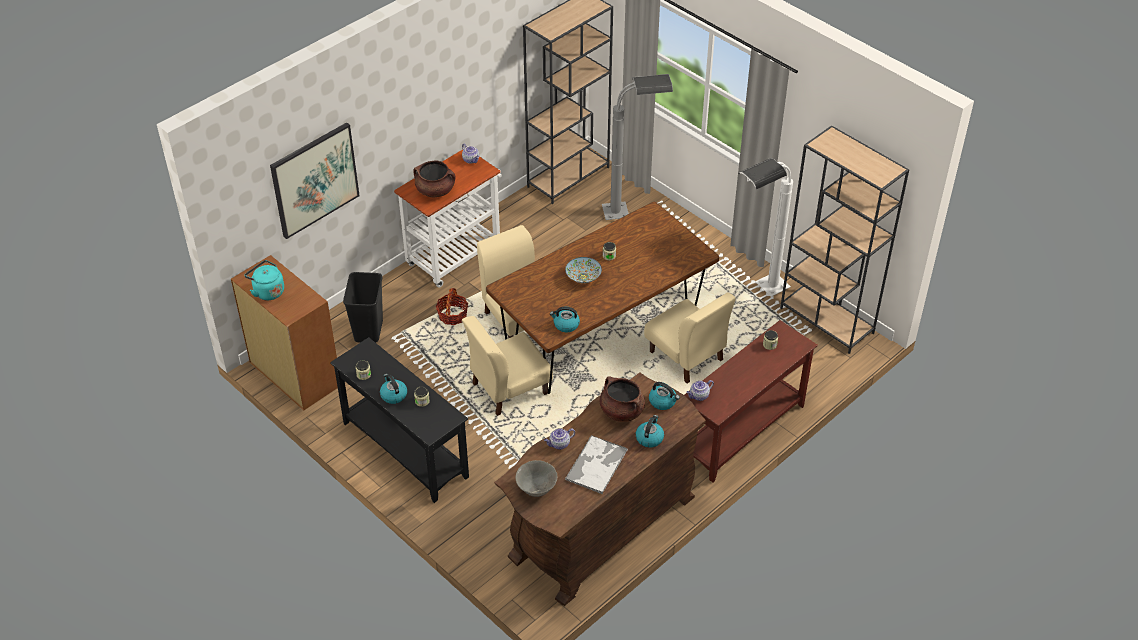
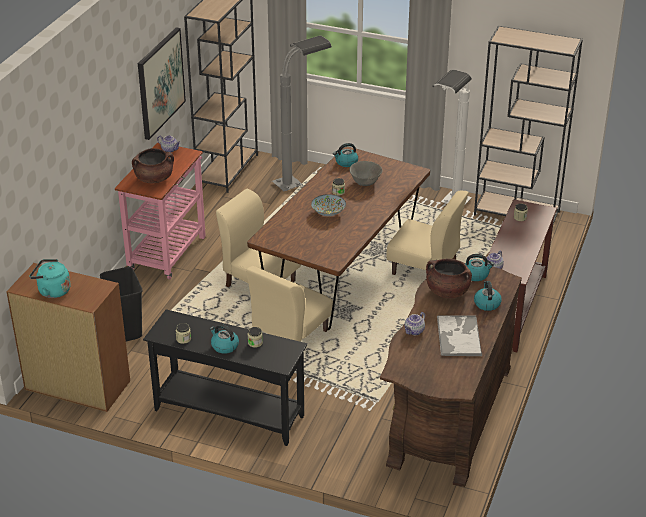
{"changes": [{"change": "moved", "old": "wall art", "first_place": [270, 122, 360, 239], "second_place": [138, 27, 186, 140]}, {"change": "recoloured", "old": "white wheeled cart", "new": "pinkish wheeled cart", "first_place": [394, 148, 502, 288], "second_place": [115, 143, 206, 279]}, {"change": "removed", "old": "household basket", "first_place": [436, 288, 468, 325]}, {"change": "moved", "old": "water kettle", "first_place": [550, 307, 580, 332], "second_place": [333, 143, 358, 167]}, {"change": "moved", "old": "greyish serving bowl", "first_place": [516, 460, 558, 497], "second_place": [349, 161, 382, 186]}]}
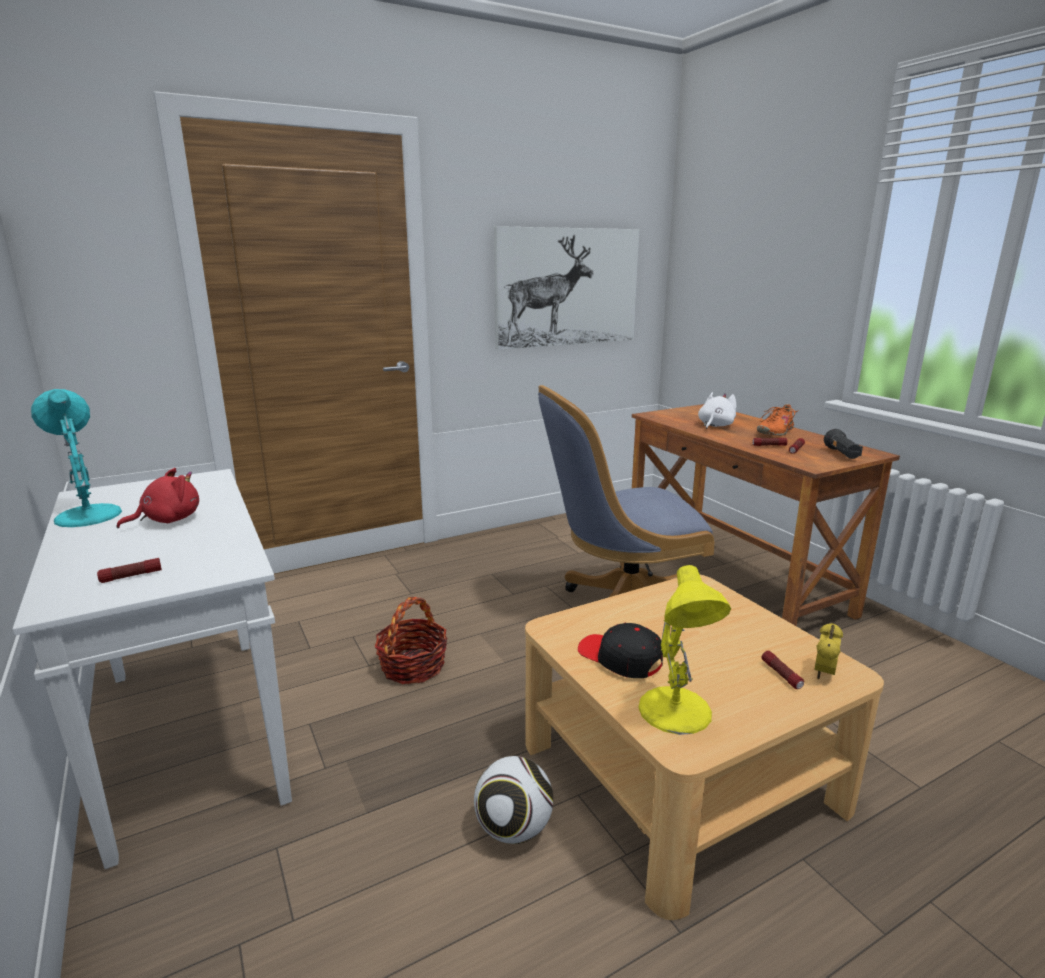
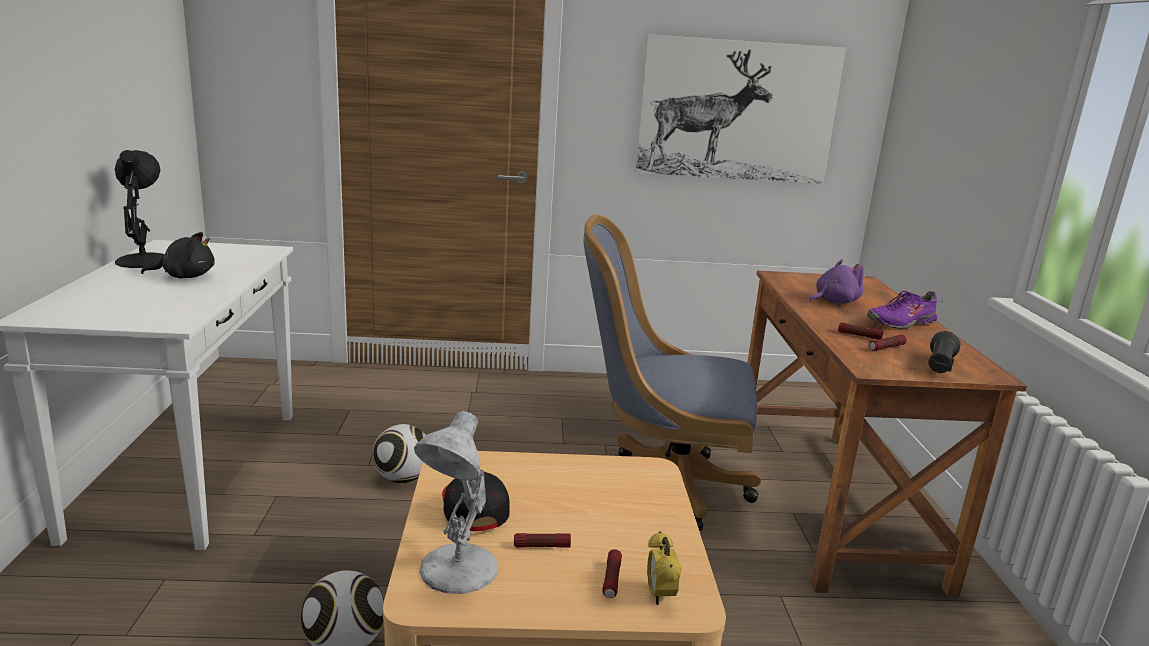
{"changes": [{"change": "recoloured", "old": "turquoise-coloured tabletop lamp", "new": "black-coloured tabletop lamp", "first_place": [31, 389, 122, 527], "second_place": [115, 150, 164, 268]}, {"change": "recoloured", "old": "white plush toy", "new": "purple plush toy", "first_place": [698, 392, 736, 429], "second_place": [809, 259, 864, 304]}, {"change": "recoloured", "old": "orange-coloured item of footwear", "new": "purple item of footwear", "first_place": [757, 404, 799, 436], "second_place": [867, 291, 941, 329]}, {"change": "recoloured", "old": "red plush toy", "new": "black-coloured plush toy", "first_place": [116, 468, 199, 528], "second_place": [141, 232, 215, 278]}, {"change": "moved", "old": "torch", "first_place": [97, 558, 162, 583], "second_place": [514, 533, 571, 547]}, {"change": "recoloured", "old": "yellow tabletop lamp", "new": "white tabletop lamp", "first_place": [638, 565, 731, 735], "second_place": [414, 411, 498, 594]}, {"change": "replaced", "old": "household basket", "new": "ball for football", "first_place": [375, 597, 448, 684], "second_place": [373, 424, 426, 483]}, {"change": "turned", "old": "table clock", "first_place": [814, 623, 843, 679], "second_place": [647, 532, 682, 605], "degrees": -60}]}
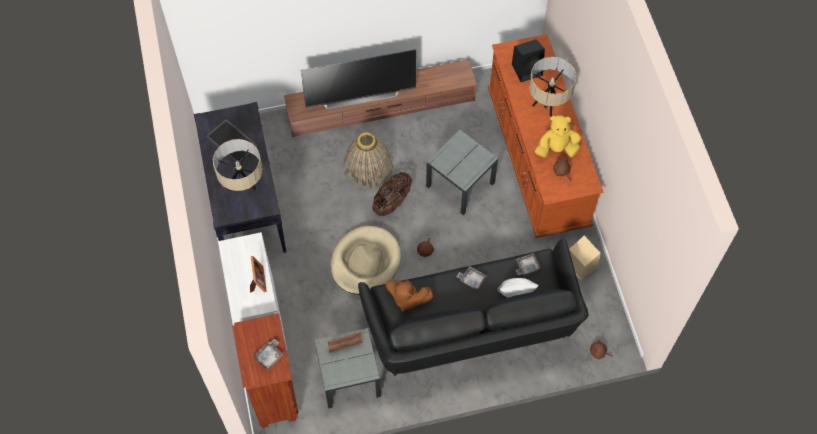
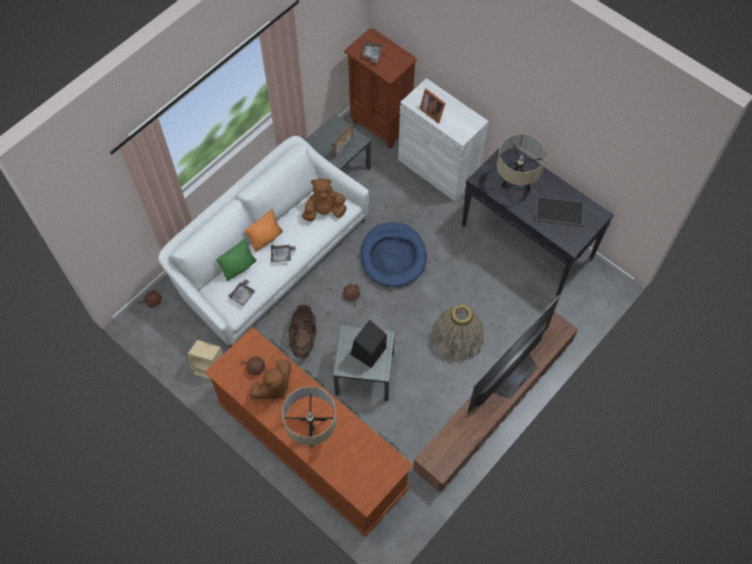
{"changes": [{"change": "moved", "old": "black-coloured loudspeaker", "first_place": [512, 39, 545, 82], "second_place": [350, 320, 387, 368]}, {"change": "recoloured", "old": "yellow plush toy", "new": "brownish plush toy", "first_place": [535, 115, 581, 157], "second_place": [250, 359, 291, 399]}, {"change": "moved", "old": "household basket", "first_place": [372, 172, 412, 216], "second_place": [288, 305, 316, 358]}, {"change": "recoloured", "old": "sand-coloured dog cushion", "new": "bluish dog cushion", "first_place": [330, 226, 401, 295], "second_place": [361, 223, 427, 288]}, {"change": "recoloured", "old": "black-coloured settee", "new": "white settee", "first_place": [358, 239, 589, 376], "second_place": [158, 136, 369, 348]}, {"change": "recoloured", "old": "white pillow", "new": "green-coloured pillow", "first_place": [497, 278, 539, 297], "second_place": [216, 238, 257, 281]}, {"change": "added", "new": "orange-coloured pillow", "second_place": [244, 208, 283, 252]}]}
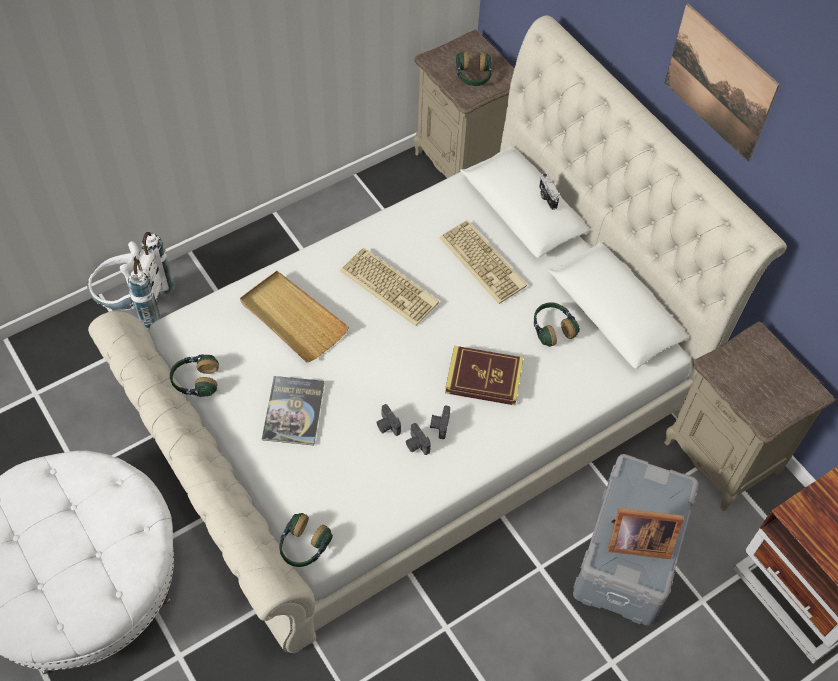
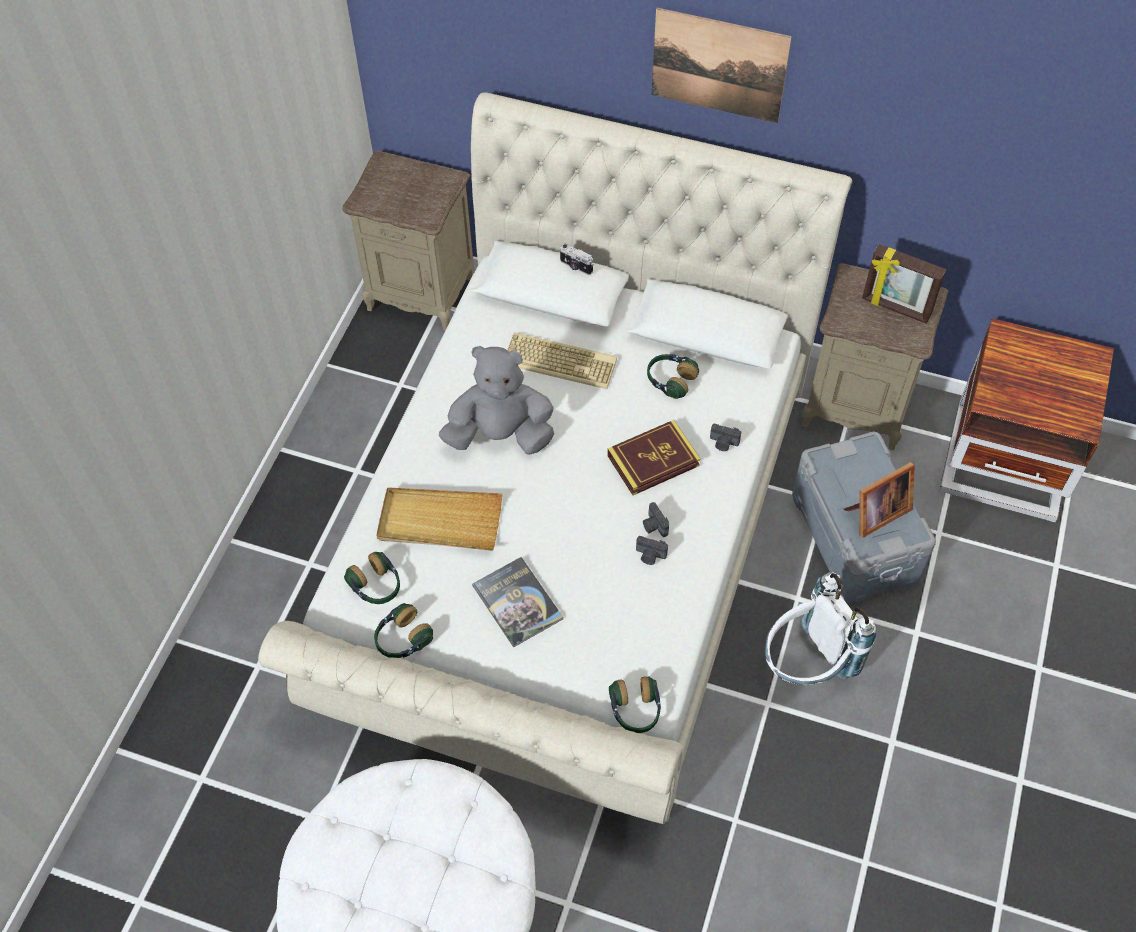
{"changes": [{"change": "moved", "old": "headset", "first_place": [456, 51, 492, 86], "second_place": [344, 552, 400, 604]}, {"change": "moved", "old": "white knapsack", "first_place": [87, 232, 175, 330], "second_place": [765, 572, 876, 685]}, {"change": "replaced", "old": "keyboard", "new": "greyish plush toy", "first_place": [340, 248, 439, 326], "second_place": [439, 346, 554, 455]}, {"change": "moved", "old": "photo camera", "first_place": [377, 404, 401, 436], "second_place": [710, 424, 741, 451]}, {"change": "added", "new": "standing frame", "second_place": [862, 244, 946, 324]}]}
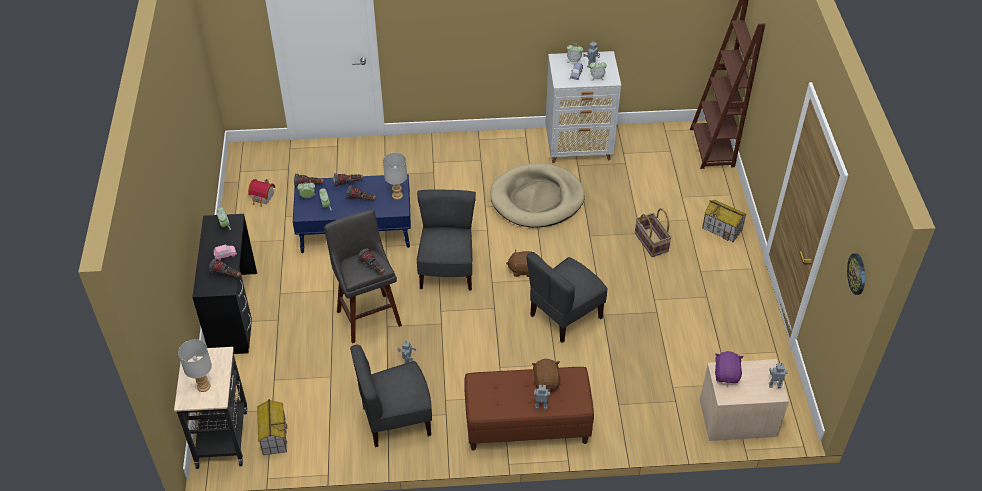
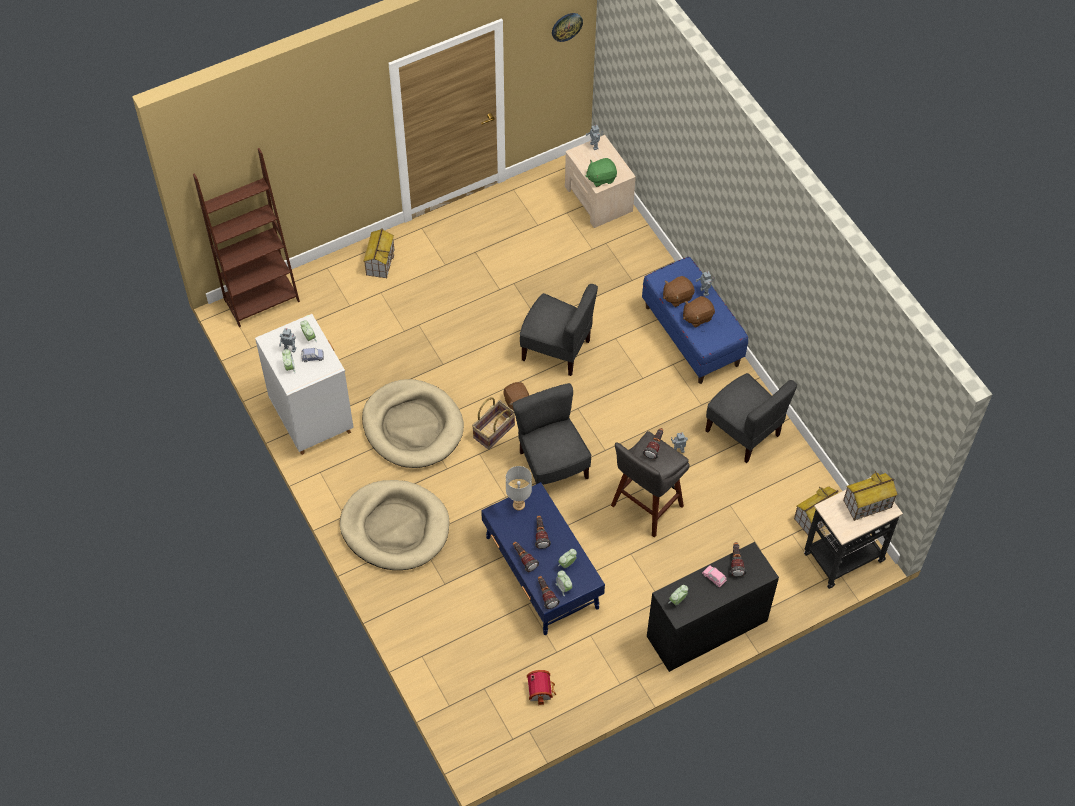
{"changes": [{"change": "turned", "old": "greyish plain chair", "first_place": [417, 190, 476, 291], "second_place": [512, 383, 591, 485], "degrees": 90}, {"change": "moved", "old": "household basket", "first_place": [635, 208, 672, 257], "second_place": [472, 397, 515, 450]}, {"change": "replaced", "old": "greyish tabletop lamp", "new": "toy house", "first_place": [178, 339, 212, 392], "second_place": [843, 471, 898, 521]}, {"change": "recoloured", "old": "purple plush toy", "new": "green-coloured plush toy", "first_place": [715, 351, 744, 383], "second_place": [585, 158, 617, 187]}, {"change": "recoloured", "old": "brownish indoor bench", "new": "bluish indoor bench", "first_place": [464, 367, 594, 451], "second_place": [642, 257, 748, 384]}, {"change": "added", "new": "brownish plush toy", "second_place": [683, 296, 715, 328]}, {"change": "added", "new": "sand-coloured dog cushion", "second_place": [340, 480, 449, 570]}]}
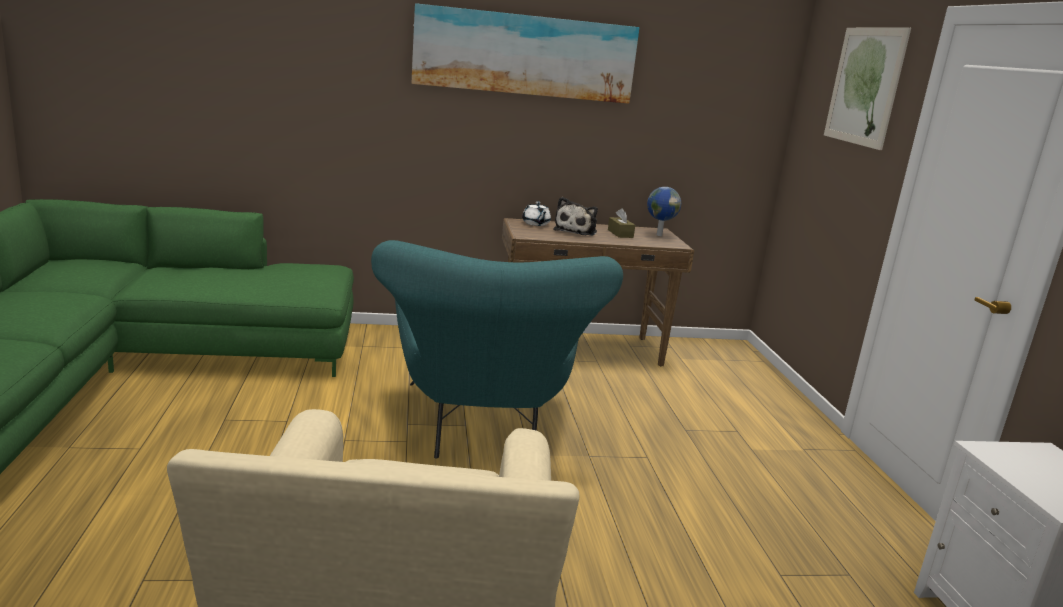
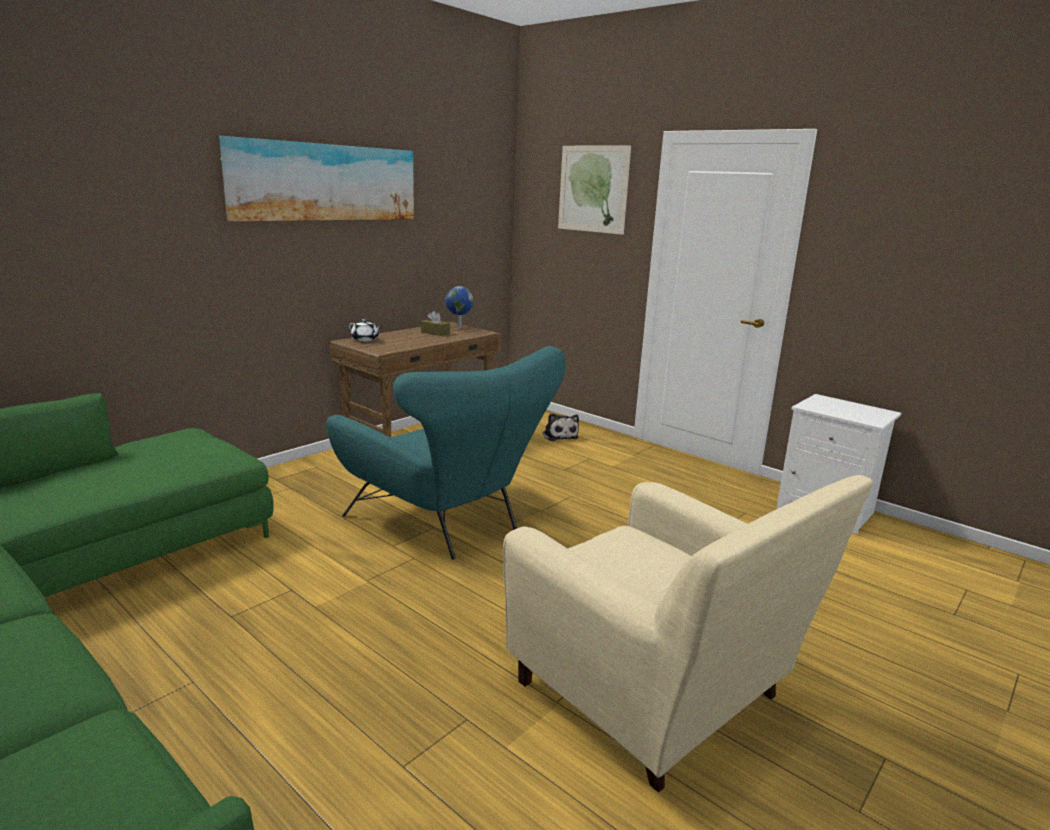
{"changes": [{"change": "moved", "old": "plush toy", "first_place": [553, 197, 598, 236], "second_place": [543, 413, 579, 441]}]}
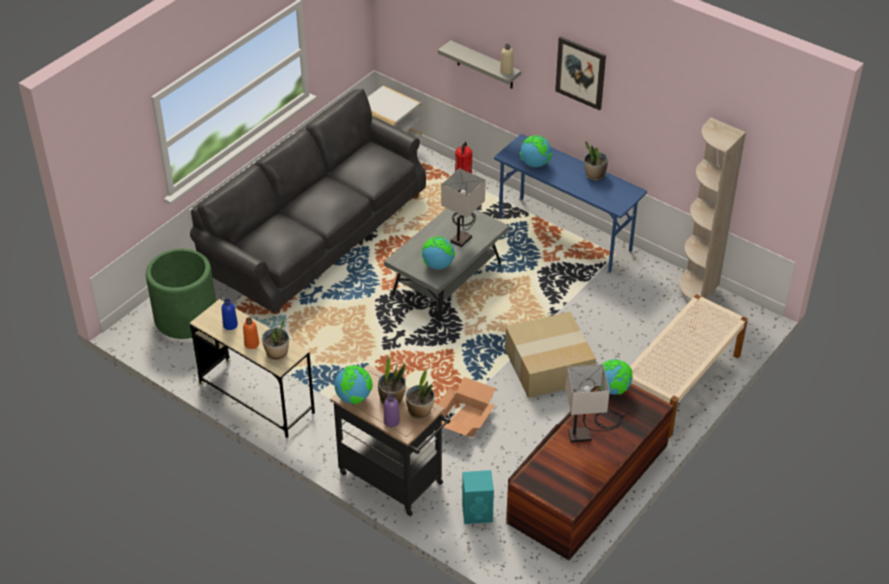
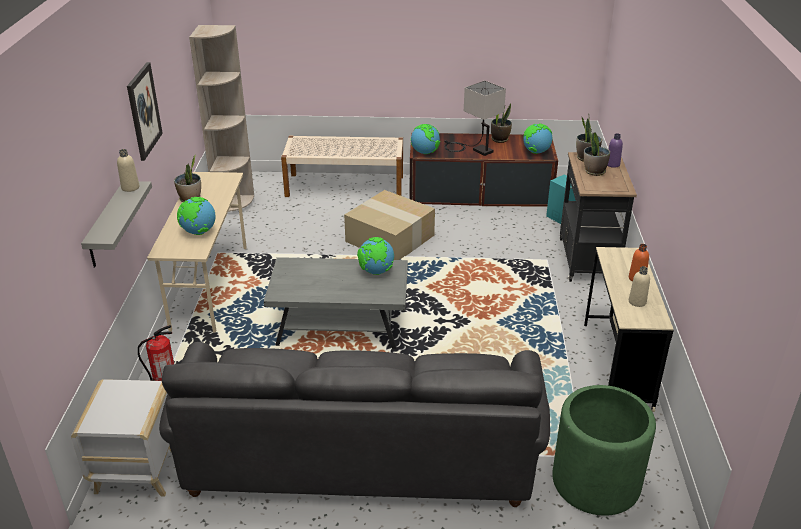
{"changes": [{"change": "recoloured", "old": "bluish desk", "new": "sand-coloured desk", "first_place": [494, 134, 647, 273], "second_place": [147, 172, 247, 332]}, {"change": "removed", "old": "tabletop lamp", "first_place": [441, 168, 486, 247]}, {"change": "recoloured", "old": "bluish beverage bottle", "new": "sand-coloured beverage bottle", "first_place": [221, 299, 238, 330], "second_place": [629, 266, 650, 307]}, {"change": "moved", "old": "potted plant", "first_place": [262, 319, 289, 360], "second_place": [491, 103, 512, 143]}, {"change": "moved", "old": "desk globe", "first_place": [334, 366, 372, 405], "second_place": [523, 123, 552, 154]}, {"change": "removed", "old": "carton", "first_place": [438, 377, 496, 438]}]}
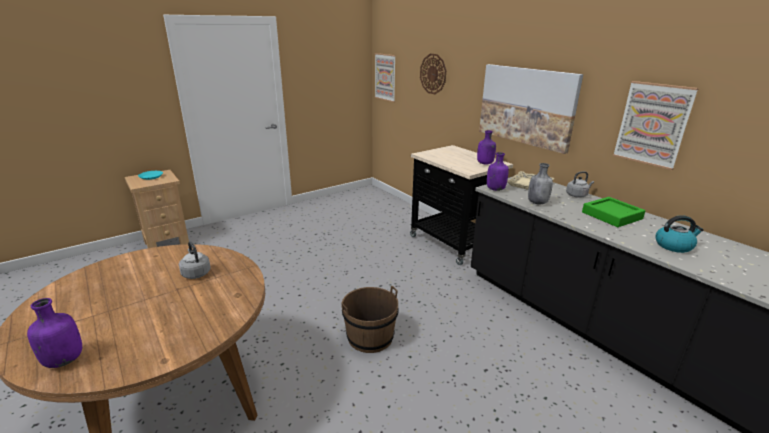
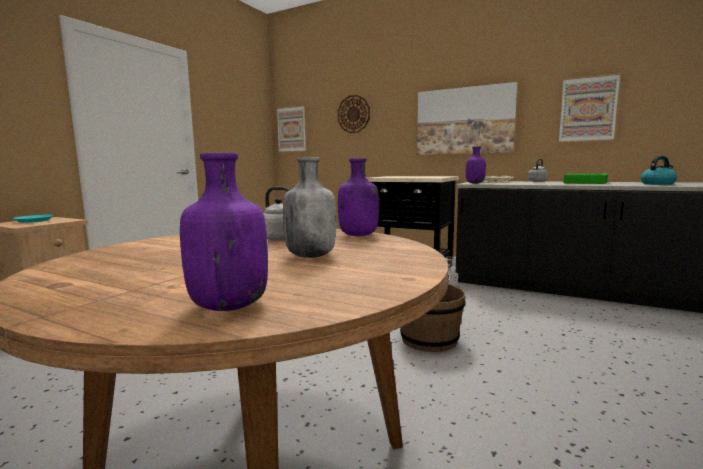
{"changes": [{"change": "moved", "old": "purple beverage bottle", "first_place": [477, 130, 496, 165], "second_place": [338, 158, 379, 236]}, {"change": "moved", "old": "greyish beverage bottle", "first_place": [528, 163, 553, 205], "second_place": [283, 157, 336, 258]}]}
